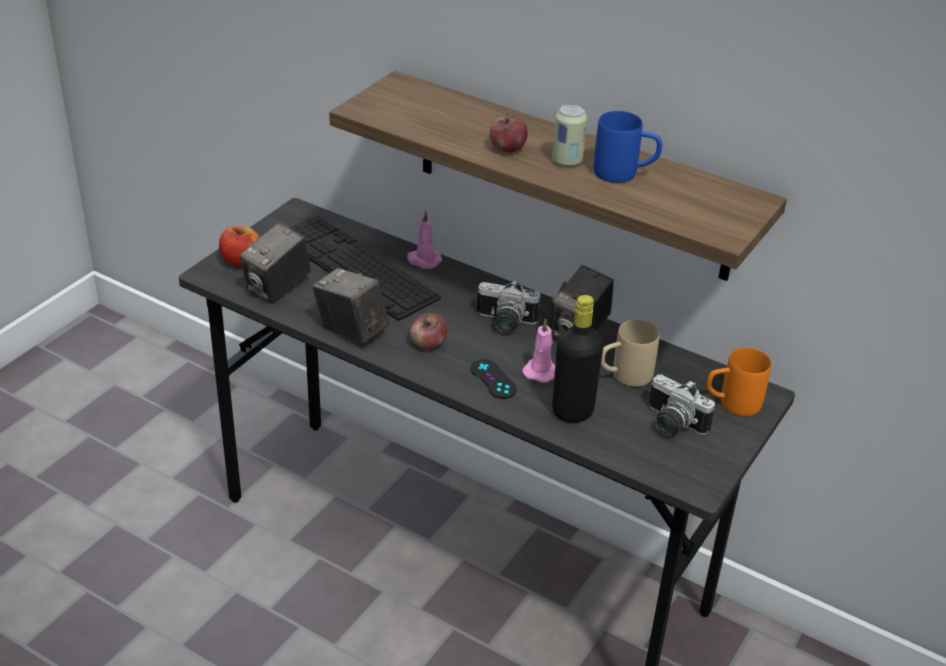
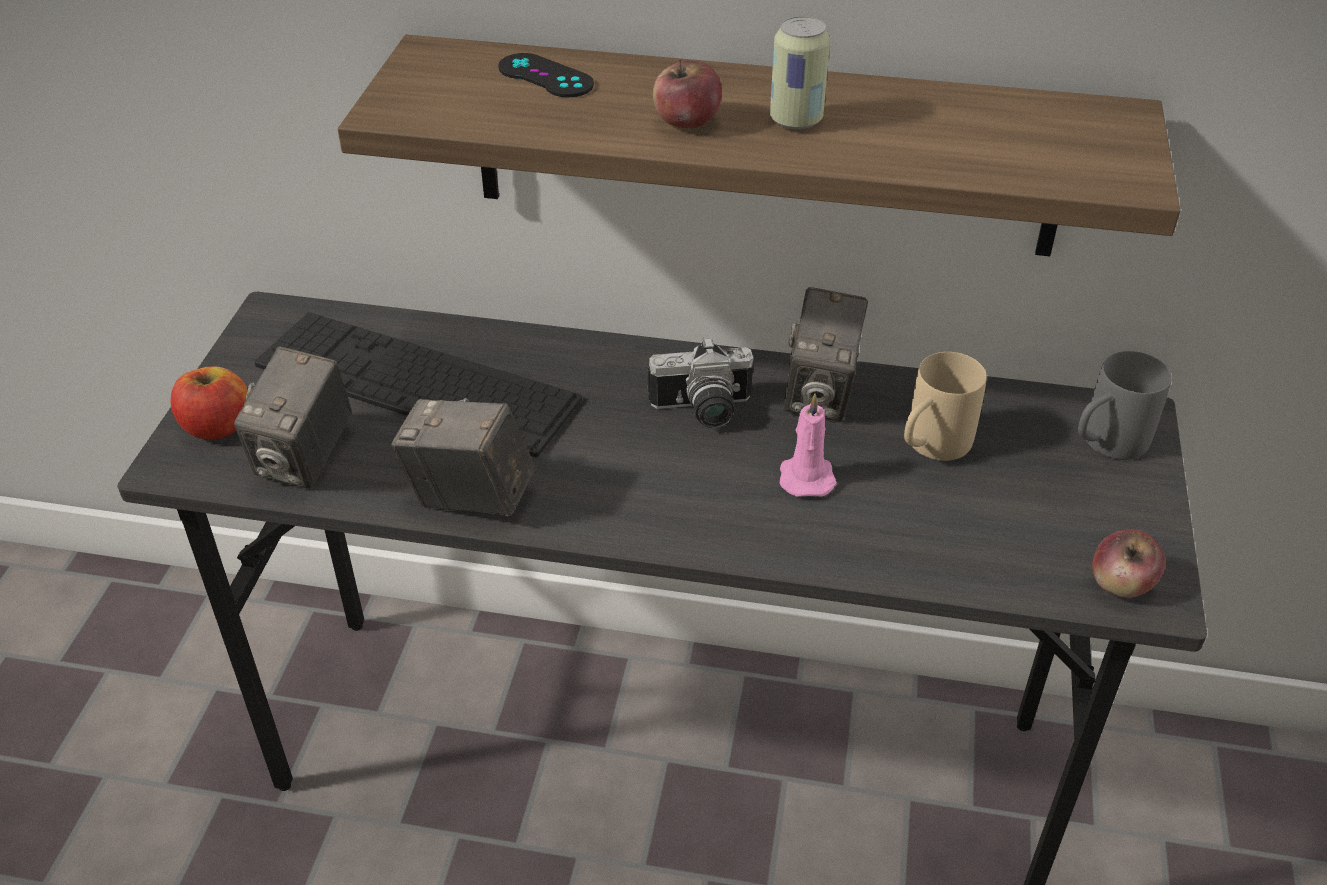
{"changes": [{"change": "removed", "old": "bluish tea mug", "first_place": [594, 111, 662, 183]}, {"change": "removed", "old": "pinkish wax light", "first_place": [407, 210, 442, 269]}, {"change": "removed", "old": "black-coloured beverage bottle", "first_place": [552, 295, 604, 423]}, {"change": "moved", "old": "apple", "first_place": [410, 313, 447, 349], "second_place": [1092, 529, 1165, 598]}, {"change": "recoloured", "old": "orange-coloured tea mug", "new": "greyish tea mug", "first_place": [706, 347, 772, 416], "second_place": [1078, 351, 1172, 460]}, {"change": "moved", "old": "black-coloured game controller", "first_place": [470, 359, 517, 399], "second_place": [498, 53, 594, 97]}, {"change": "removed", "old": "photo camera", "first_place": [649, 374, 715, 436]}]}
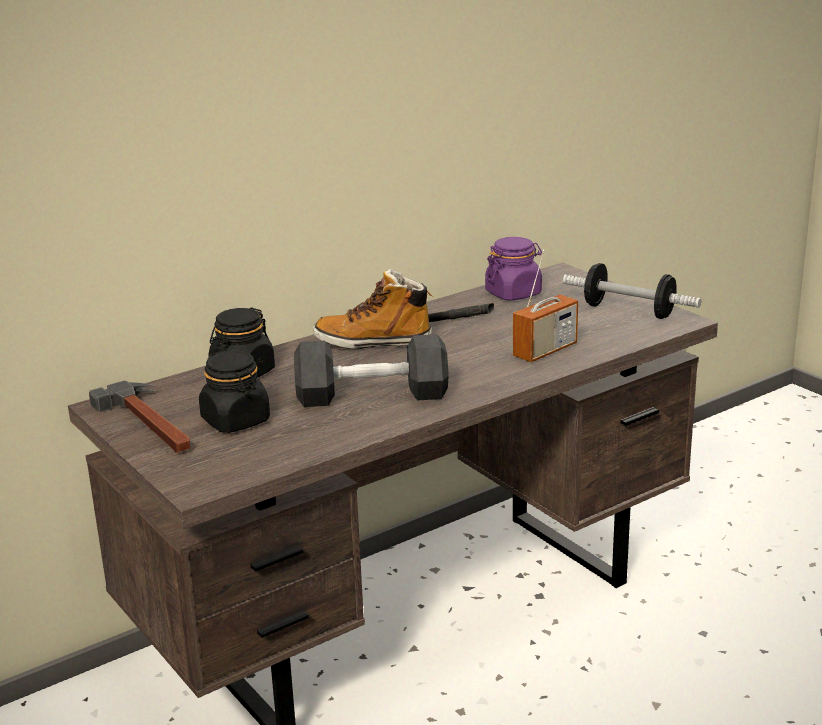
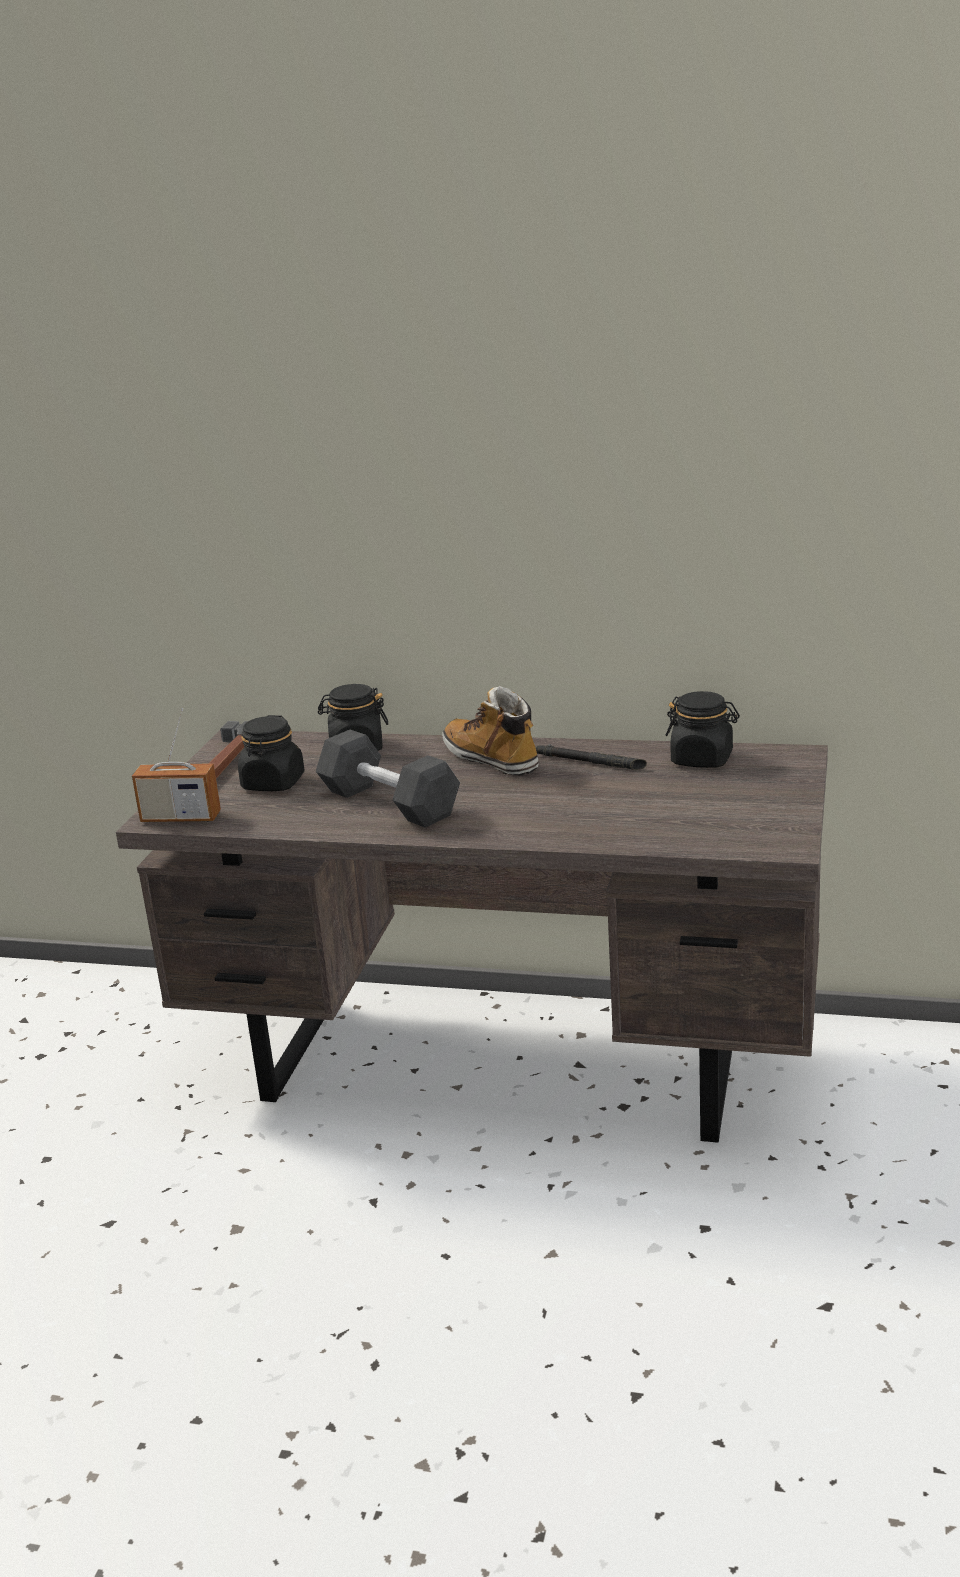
{"changes": [{"change": "recoloured", "old": "purple storage jar", "new": "black-coloured storage jar", "first_place": [485, 237, 542, 301], "second_place": [665, 691, 740, 768]}, {"change": "moved", "old": "radio set", "first_place": [513, 249, 578, 362], "second_place": [132, 708, 221, 822]}, {"change": "removed", "old": "free weight", "first_place": [562, 263, 701, 319]}]}
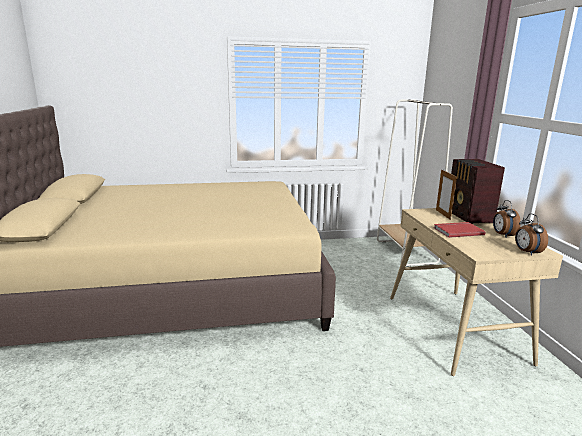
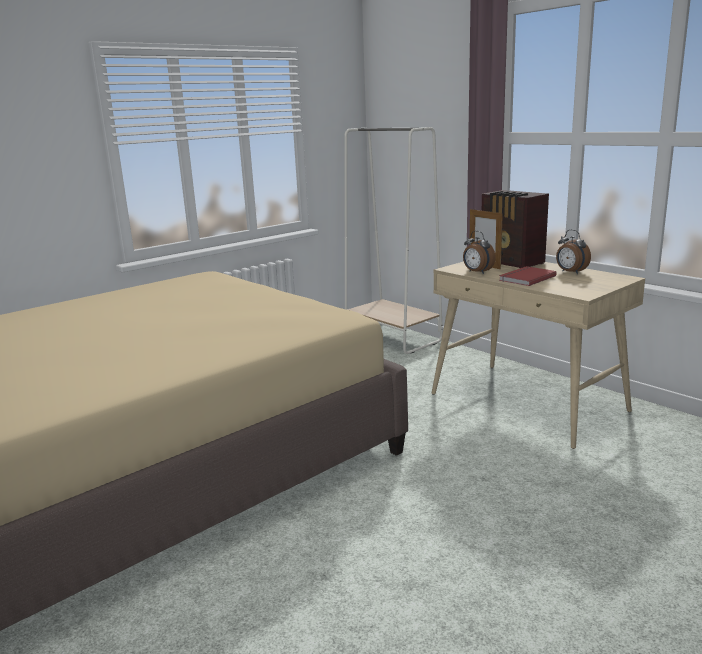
{"changes": [{"change": "moved", "old": "table clock", "first_place": [515, 214, 548, 256], "second_place": [463, 231, 496, 274]}]}
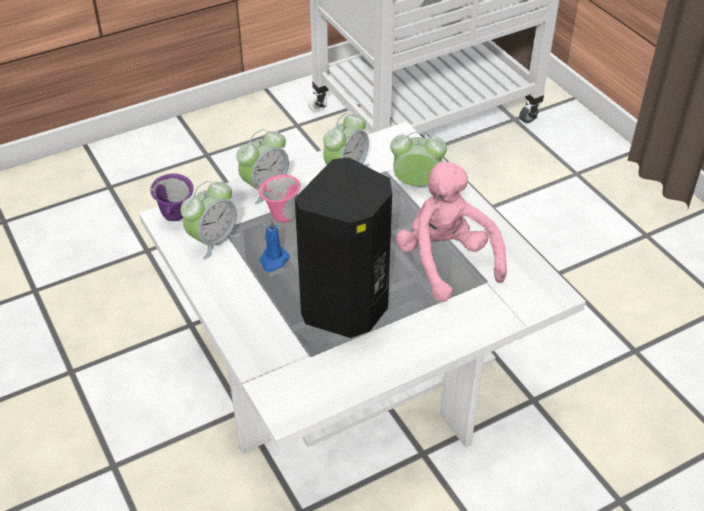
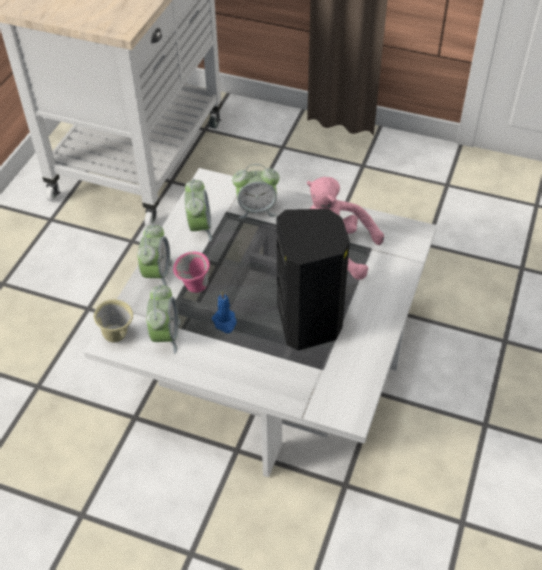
{"changes": [{"change": "turned", "old": "table clock", "first_place": [390, 132, 447, 187], "second_place": [232, 164, 280, 219], "degrees": -150}, {"change": "recoloured", "old": "purple tea mug", "new": "sand-coloured tea mug", "first_place": [150, 174, 194, 221], "second_place": [94, 299, 133, 343]}]}
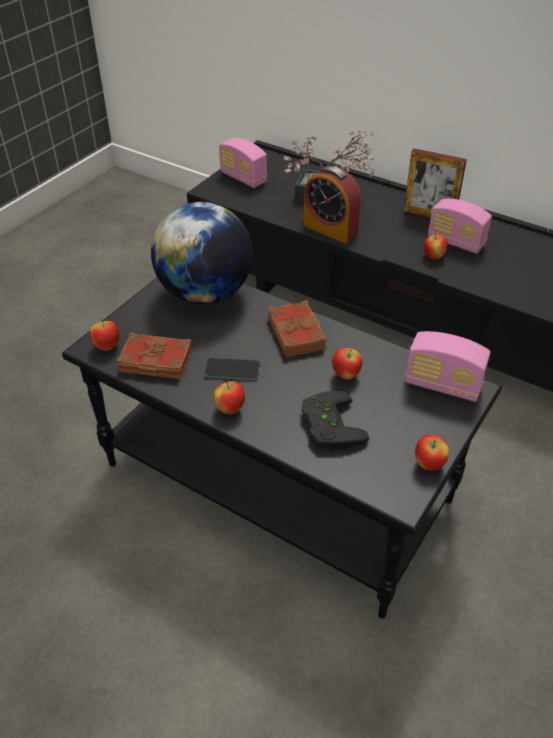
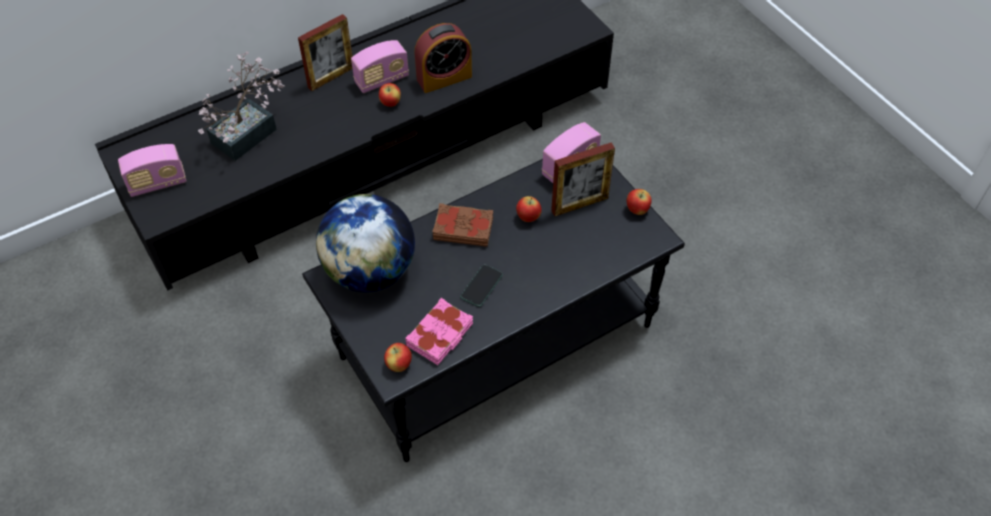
{"changes": [{"change": "moved", "old": "table clock", "first_place": [303, 166, 361, 244], "second_place": [414, 23, 472, 93]}, {"change": "recoloured", "old": "brownish volume", "new": "pinkish volume", "first_place": [117, 332, 192, 379], "second_place": [405, 298, 473, 365]}, {"change": "removed", "old": "apple", "first_place": [213, 381, 245, 414]}, {"change": "removed", "old": "black-coloured game controller", "first_place": [302, 391, 369, 449]}, {"change": "added", "new": "standing frame", "second_place": [551, 143, 615, 216]}]}
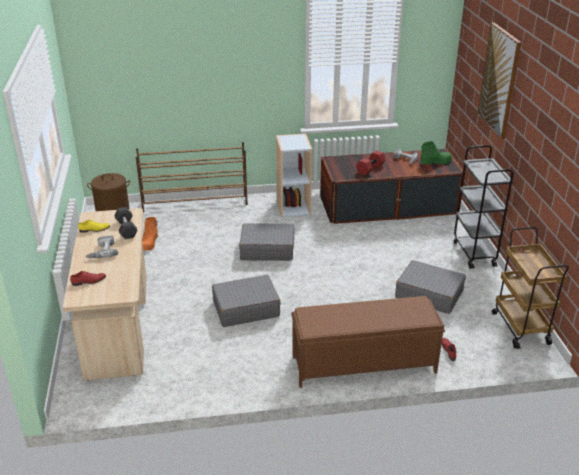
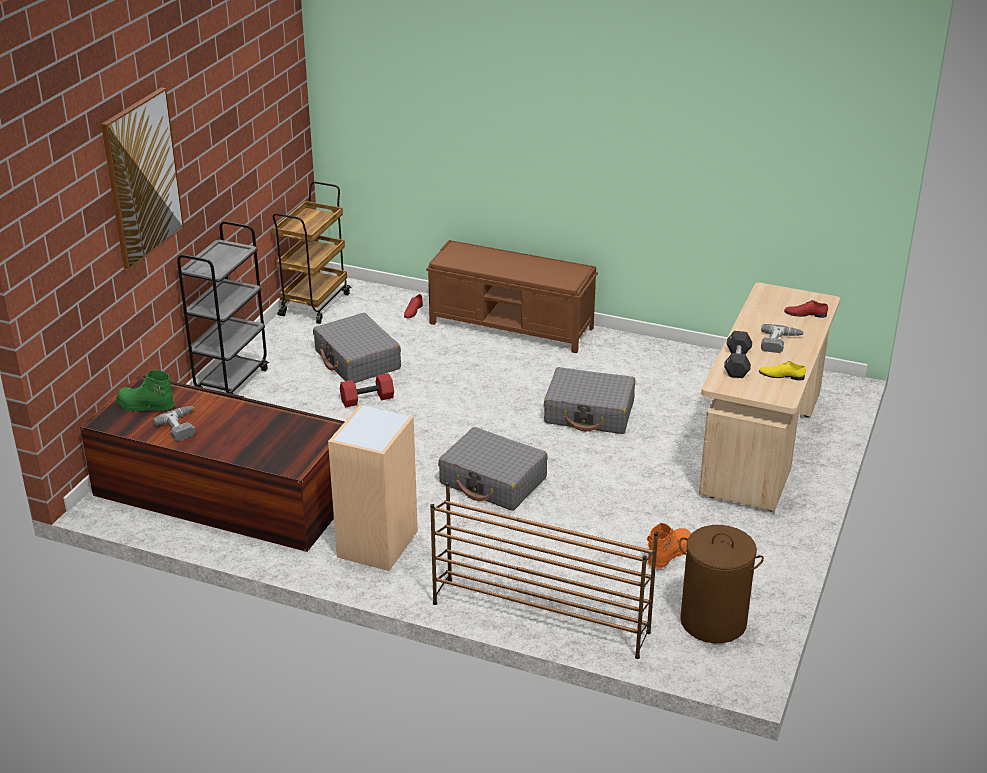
{"changes": [{"change": "moved", "old": "red free weight", "first_place": [356, 150, 386, 175], "second_place": [340, 373, 394, 407]}]}
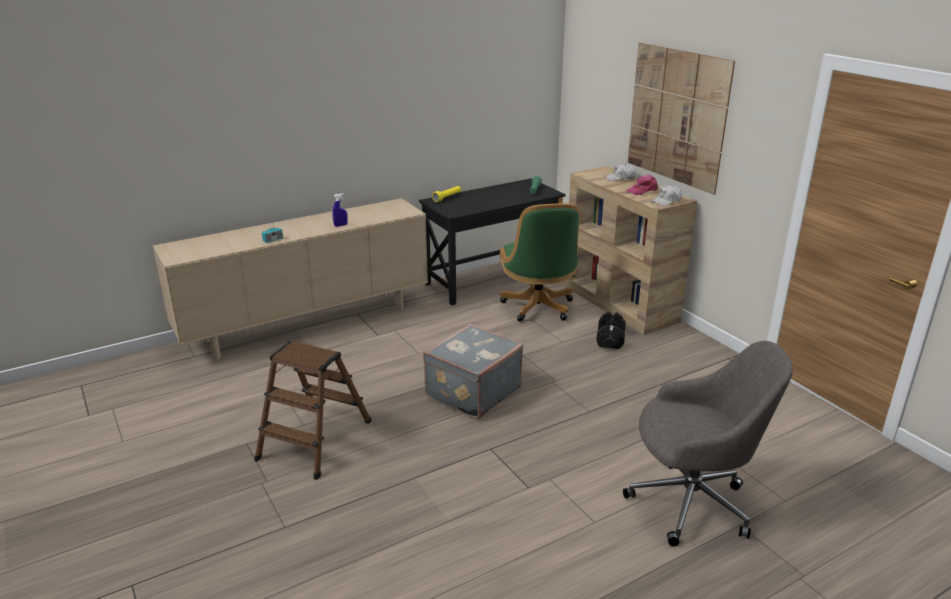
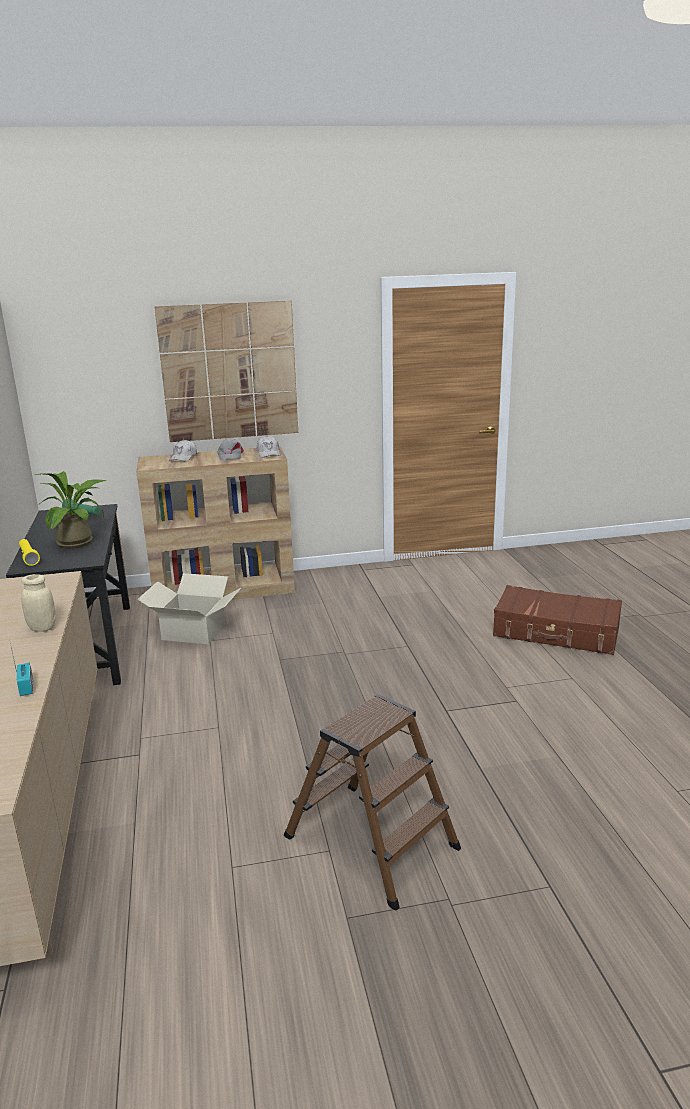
{"changes": [{"change": "recoloured", "old": "pinkish baseball cap", "new": "greyish baseball cap", "first_place": [626, 175, 658, 195], "second_place": [217, 438, 244, 460]}, {"change": "replaced", "old": "bluish spray bottle", "new": "sand-coloured storage jar", "first_place": [333, 193, 348, 227], "second_place": [21, 574, 56, 632]}, {"change": "replaced", "old": "green-coloured desk chair", "new": "carton", "first_place": [500, 203, 580, 322], "second_place": [137, 573, 241, 644]}, {"change": "removed", "old": "black-coloured free weight", "first_place": [596, 312, 626, 349]}, {"change": "removed", "old": "greyish suitcase", "first_place": [423, 324, 524, 419]}, {"change": "replaced", "old": "greyish desk chair", "new": "brownish suitcase", "first_place": [623, 341, 793, 547], "second_place": [493, 585, 622, 655]}, {"change": "added", "new": "potted plant", "second_place": [35, 471, 107, 549]}]}
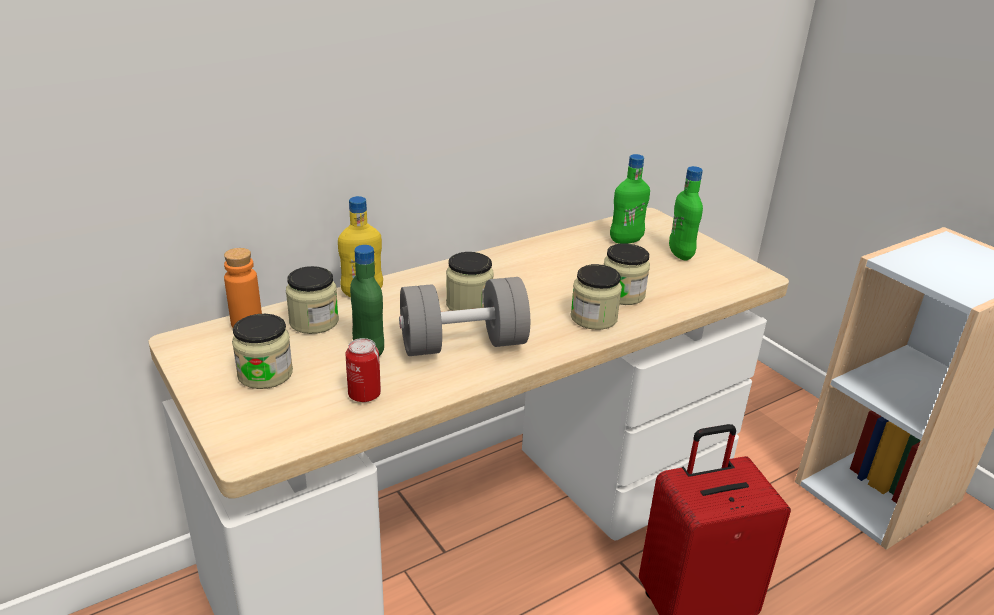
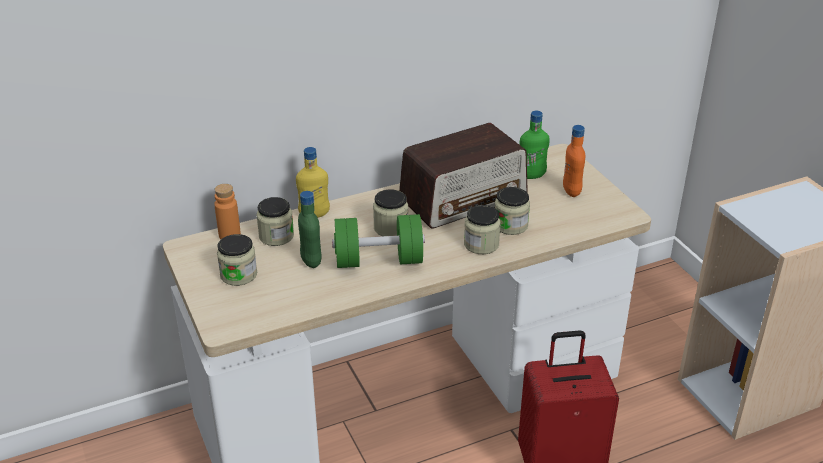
{"changes": [{"change": "recoloured", "old": "green-coloured beverage bottle", "new": "orange-coloured beverage bottle", "first_place": [669, 166, 703, 261], "second_place": [563, 125, 585, 197]}, {"change": "recoloured", "old": "greyish free weight", "new": "green-coloured free weight", "first_place": [399, 277, 530, 356], "second_place": [332, 214, 425, 268]}, {"change": "removed", "old": "metal can", "first_place": [346, 338, 381, 402]}, {"change": "added", "new": "radio set", "second_place": [399, 123, 528, 229]}]}
